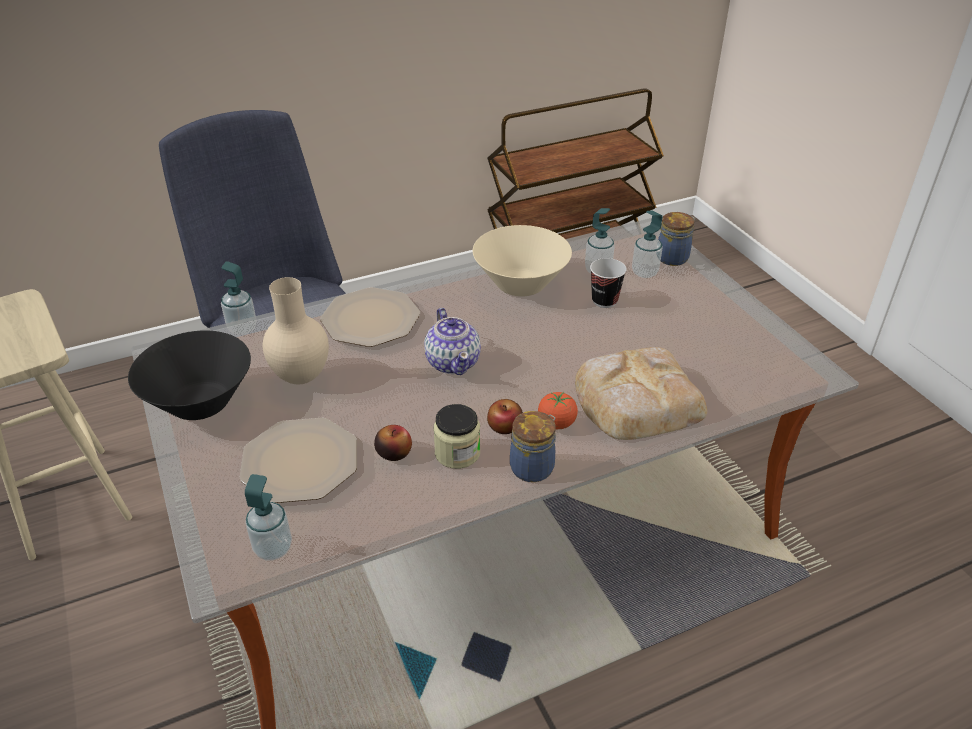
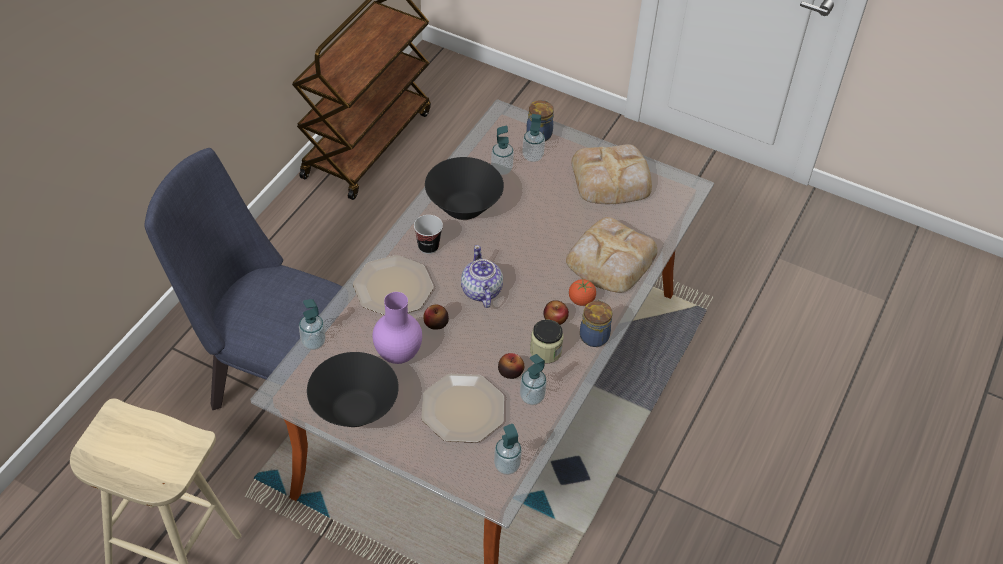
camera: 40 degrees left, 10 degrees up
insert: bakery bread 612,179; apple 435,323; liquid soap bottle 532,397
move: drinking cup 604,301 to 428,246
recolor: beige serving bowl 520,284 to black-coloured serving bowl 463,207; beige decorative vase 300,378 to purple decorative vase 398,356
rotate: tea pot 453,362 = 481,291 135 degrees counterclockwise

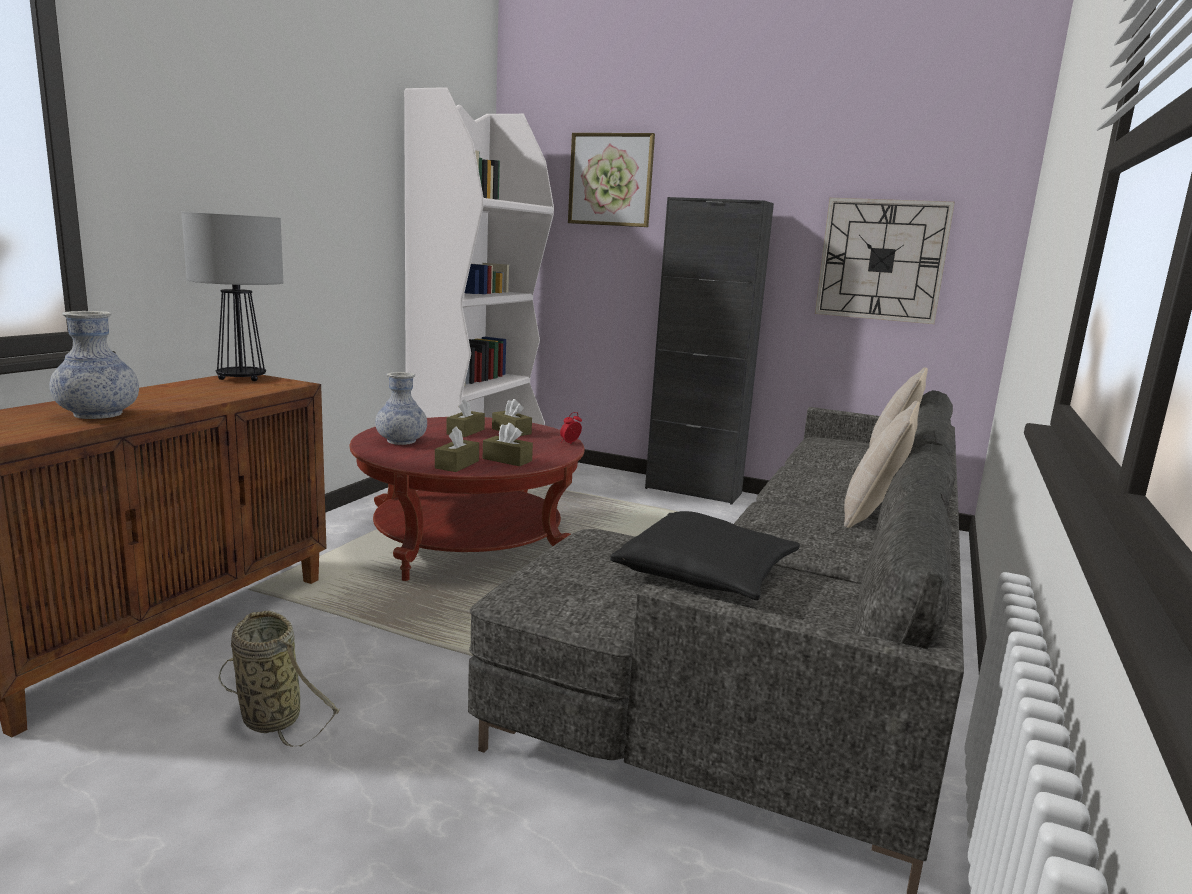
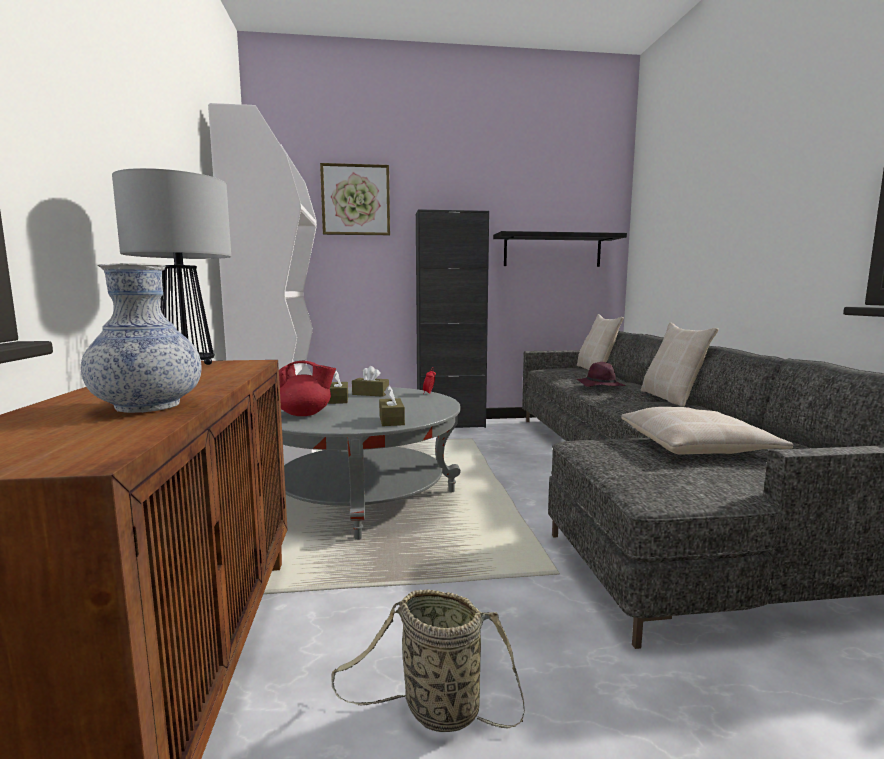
camera: 30 degrees left, 5 degrees down
delete: brownish tissue box 507,460
insert: purple clothing hat 600,386
replace: hanging clock 881,260 to black-coloured wall shelf 552,251; decorative vase 401,441 to reddish tea pot 305,414
recolor: reddish low table 468,544 to greyish low table 361,496; black-coloured cushion 706,573 to beige cushion 697,447

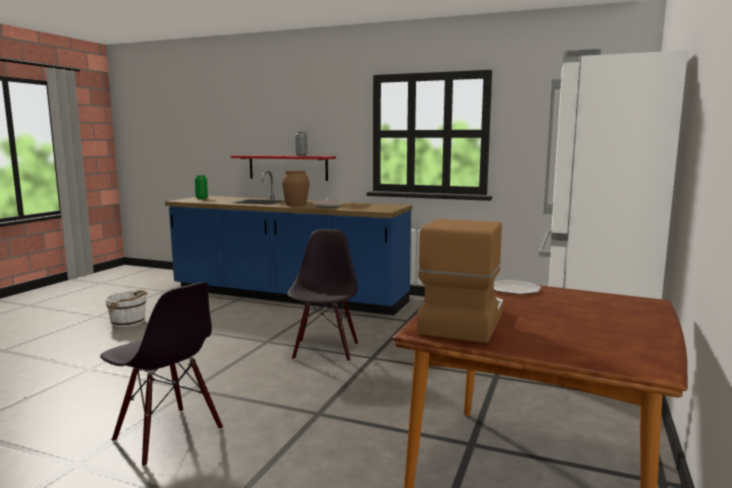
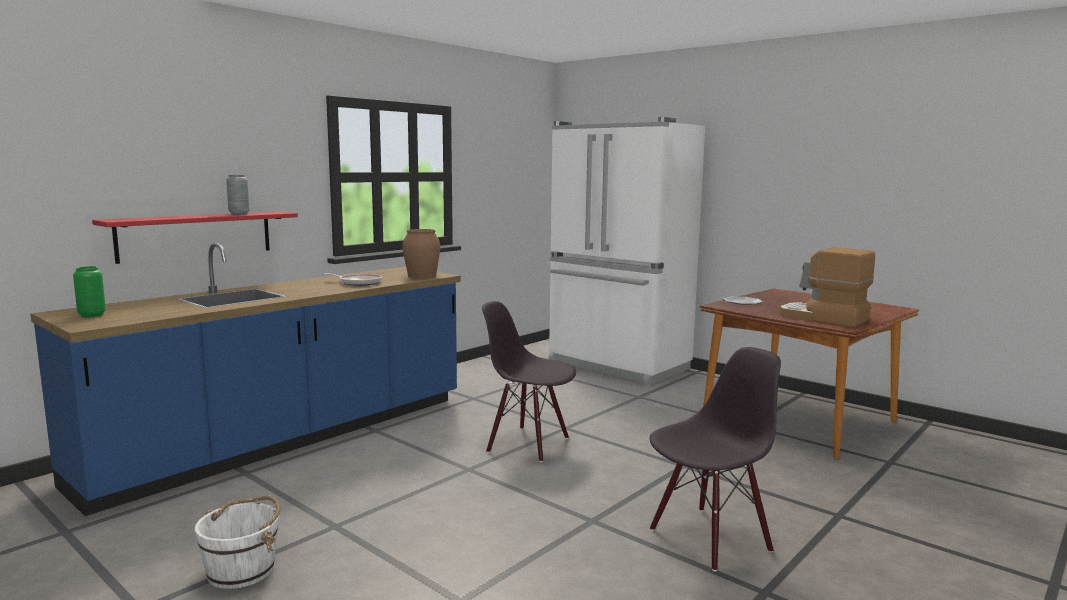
camera: 70 degrees left, 0 degrees up
move: brownish decorative vase 296,205 to 421,276

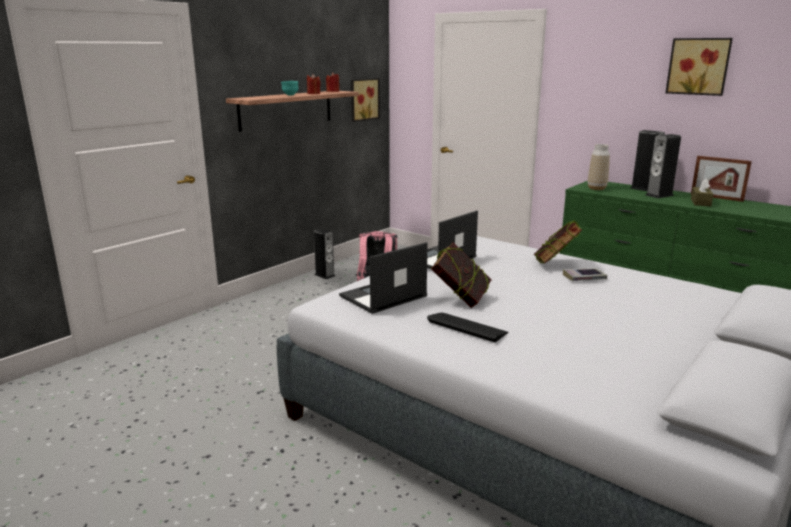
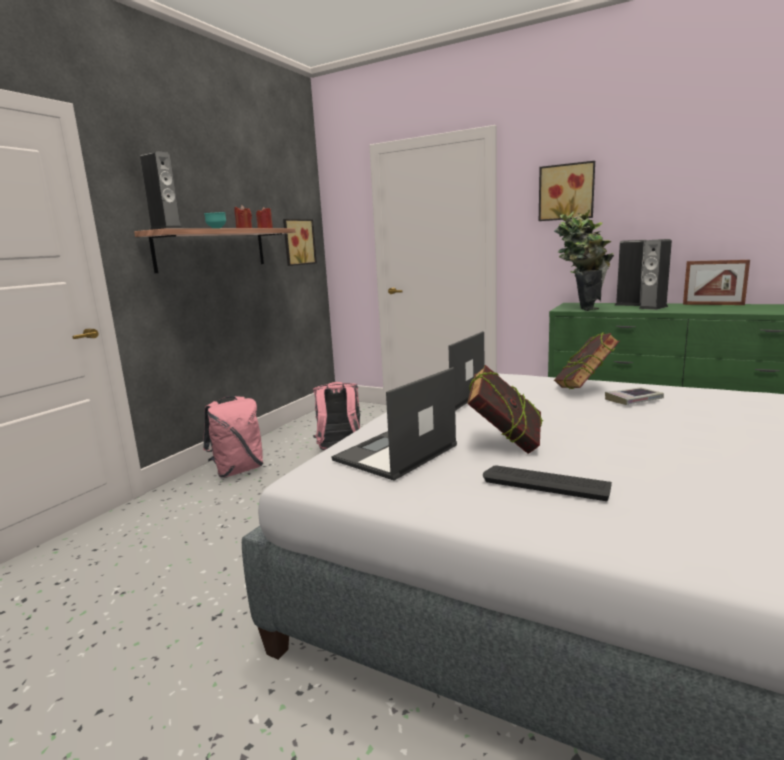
camera: 10 degrees left, 5 degrees down
delete: brownish tissue box 700,202
insert: pink-coloured knapsack 238,470
move: wall art 698,66 to 566,192; loudspeaker 325,275 to 166,229
replace: decorative vase 596,188 to houseplant 581,308

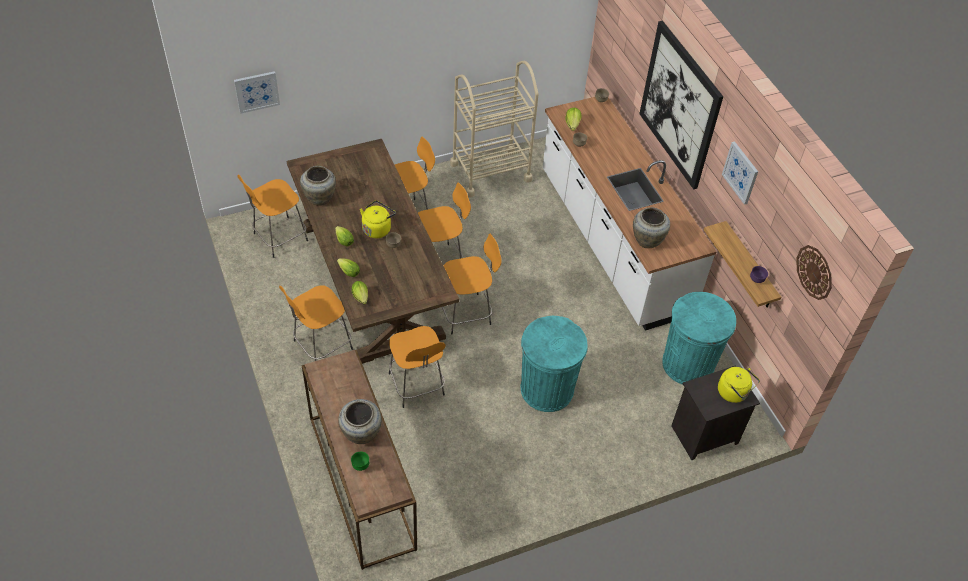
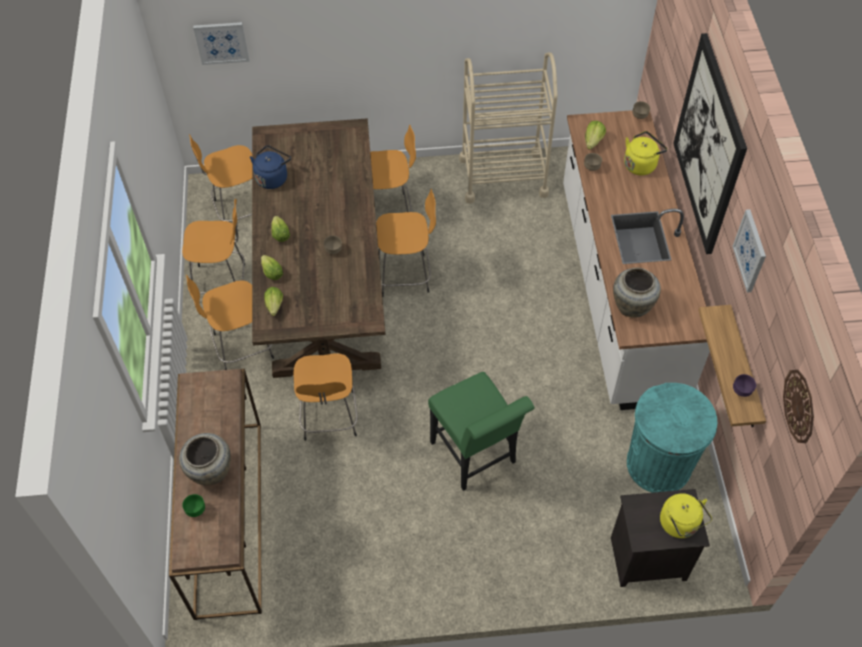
camera: 20 degrees right, 5 degrees up
move: yellowish kettle 377,228 to 641,164; orange stool seat 467,313 to 222,283
replace: beige decorative vase 320,198 to blue-coloured kettle 273,177; turquoise-coloured trash can 547,389 to greenish upright chair 476,457

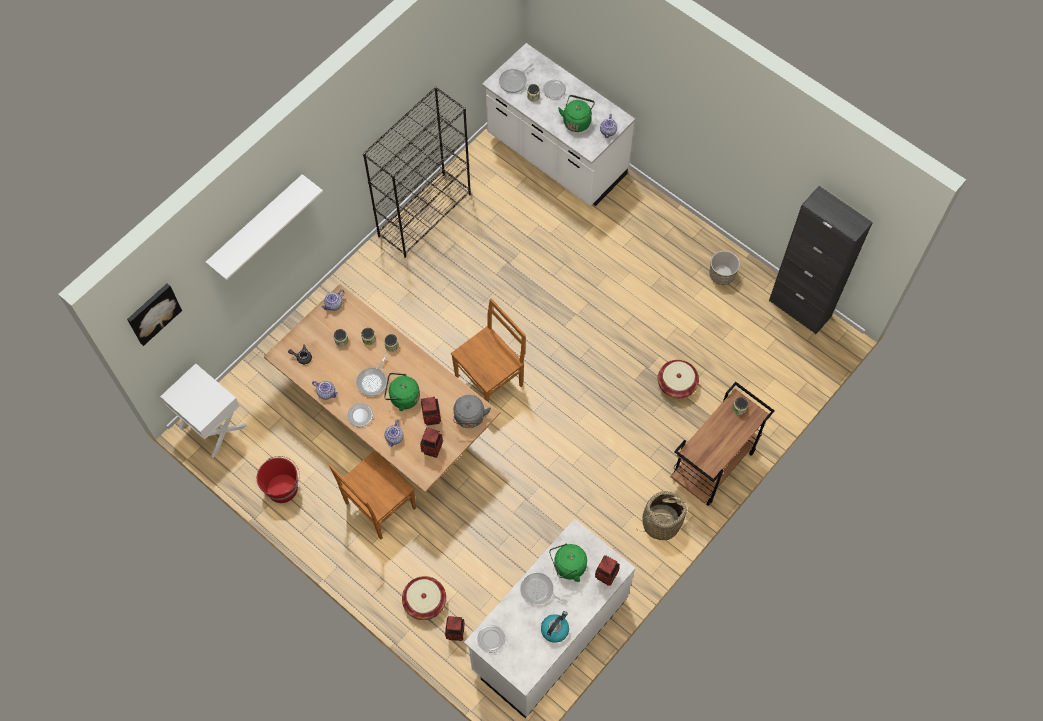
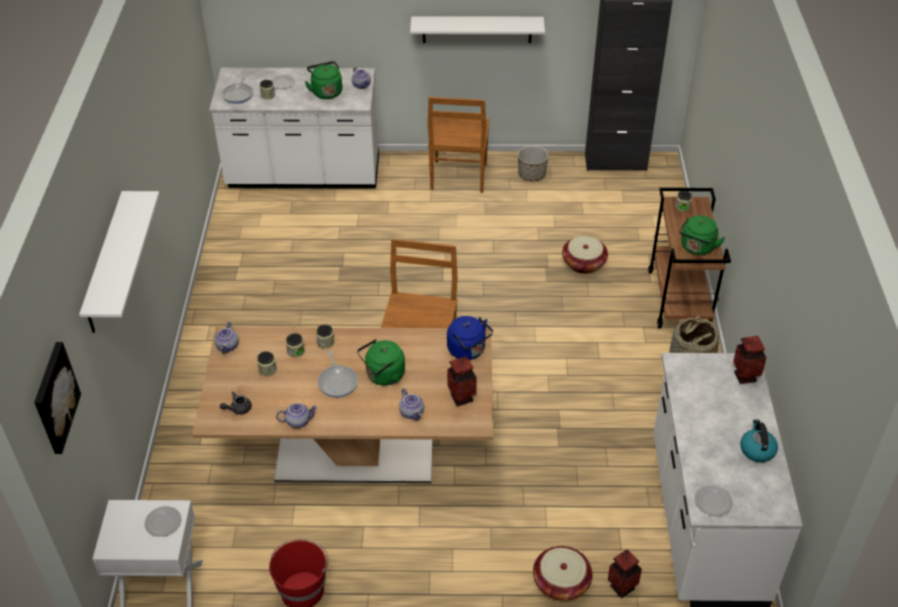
camera: 40 degrees left, 20 degrees down
delete: black-coloured shelving unit 424,214; decorative vase 432,418; skillet 538,591
insert: white-coloured wall shelf 477,29
move: dinner plate 360,415 to 163,523; brownish upright chair 379,507 to 458,178; greenish kettle 568,567 to 697,248
recolor: greyish kettle 469,418 to blue-coloured kettle 468,350

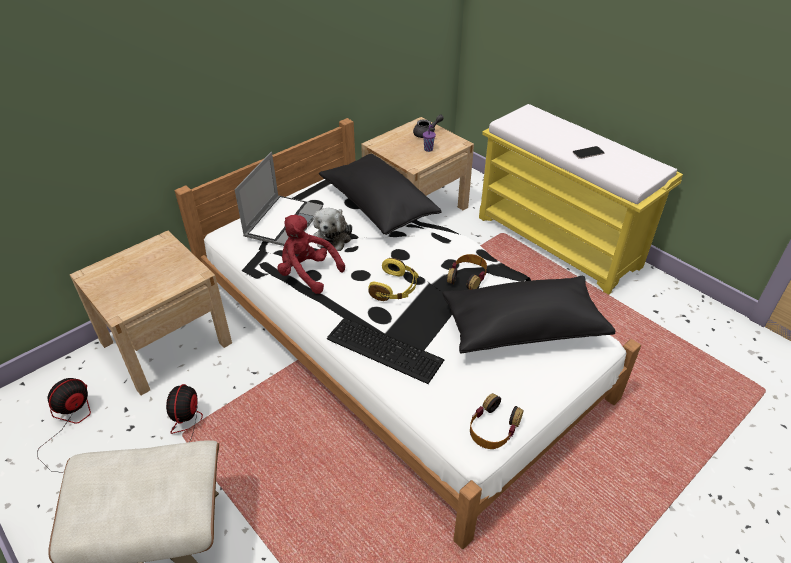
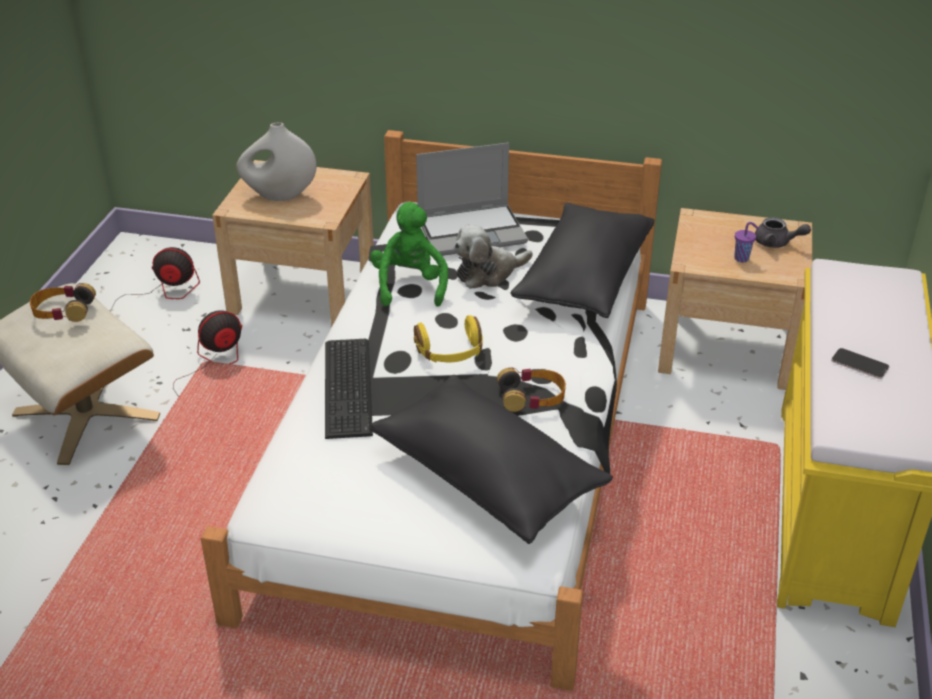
camera: 55 degrees right, 5 degrees down
insert: white-coloured decorative vase 279,195
move: pair of headphones 493,427 to 63,310
recolor: reddish soft toy 307,273 to greenish soft toy 410,286

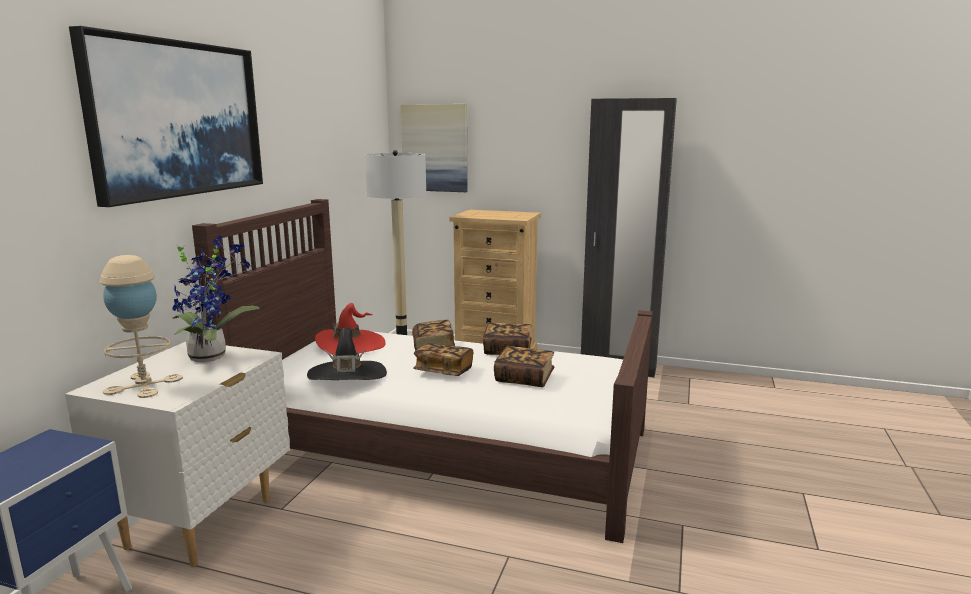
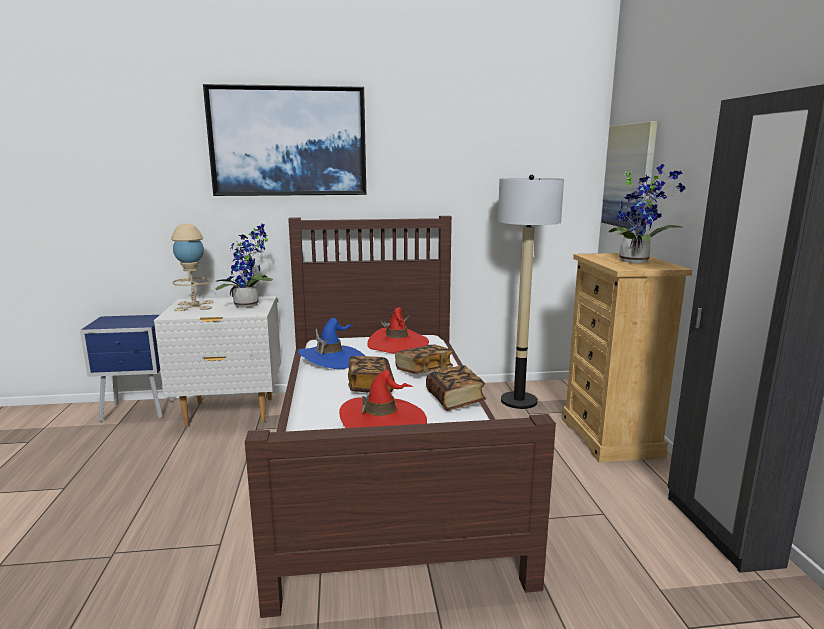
camera: 65 degrees right, 0 degrees up
insert: houseplant 637,261
replace: book 524,378 to reddish clothing hat 383,422
recolor: black-coloured clothing hat 347,376 to blue-coloured clothing hat 332,359

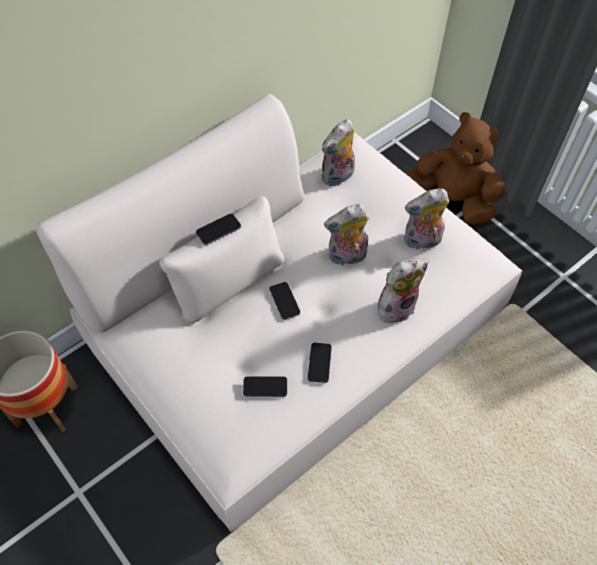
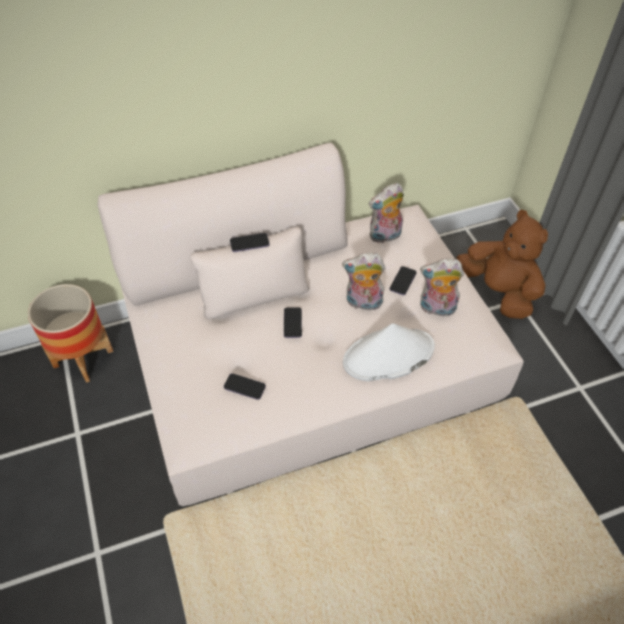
camera: 20 degrees right, 5 degrees down
move: handset 319,363 to 402,281
replace: soft toy 395,306 to white-coloured clothing hat 388,355

